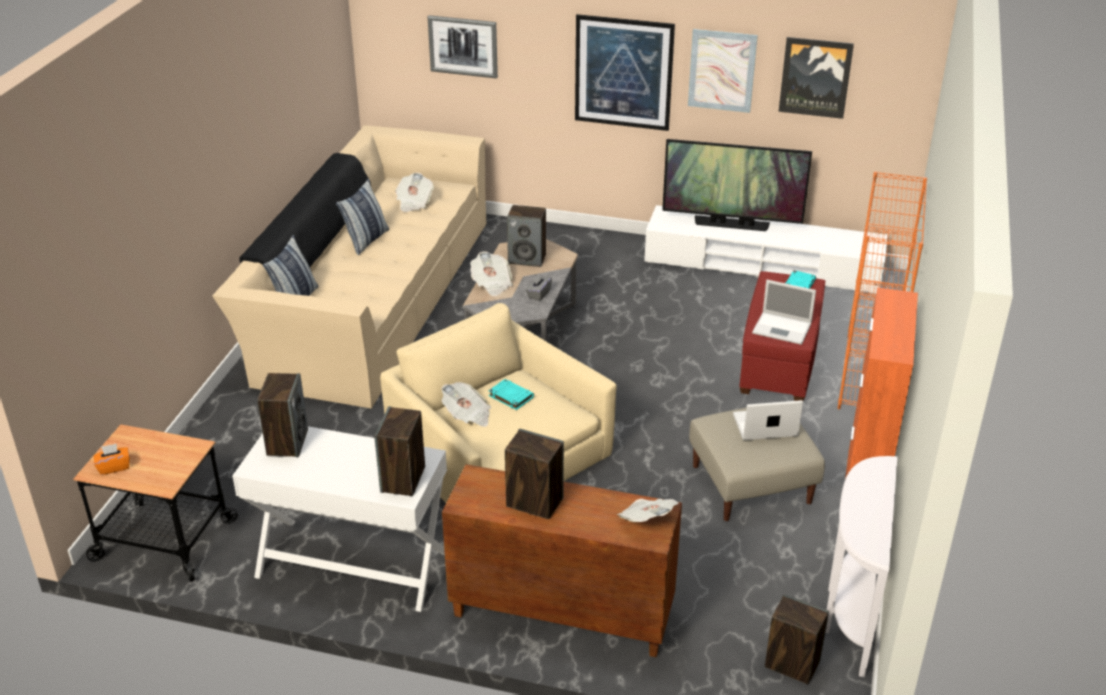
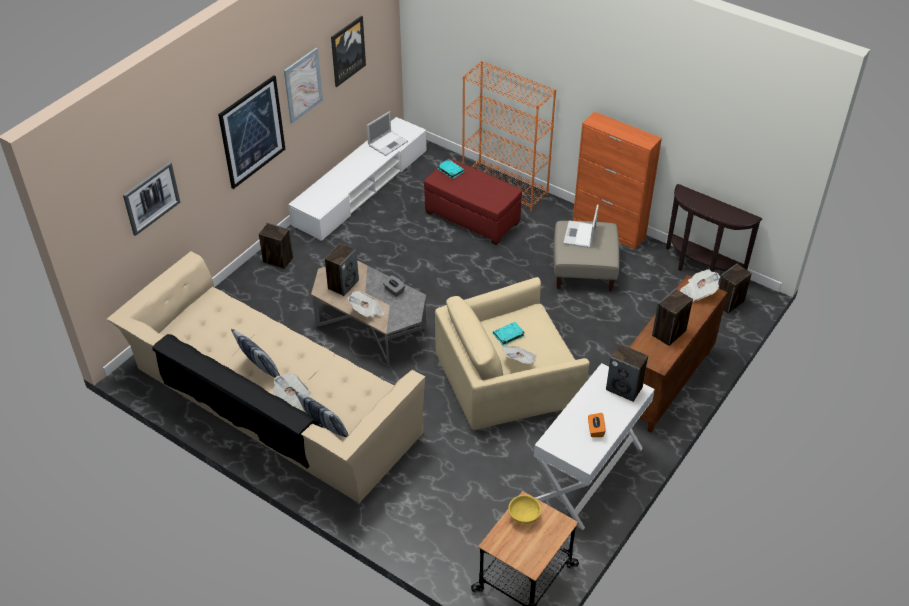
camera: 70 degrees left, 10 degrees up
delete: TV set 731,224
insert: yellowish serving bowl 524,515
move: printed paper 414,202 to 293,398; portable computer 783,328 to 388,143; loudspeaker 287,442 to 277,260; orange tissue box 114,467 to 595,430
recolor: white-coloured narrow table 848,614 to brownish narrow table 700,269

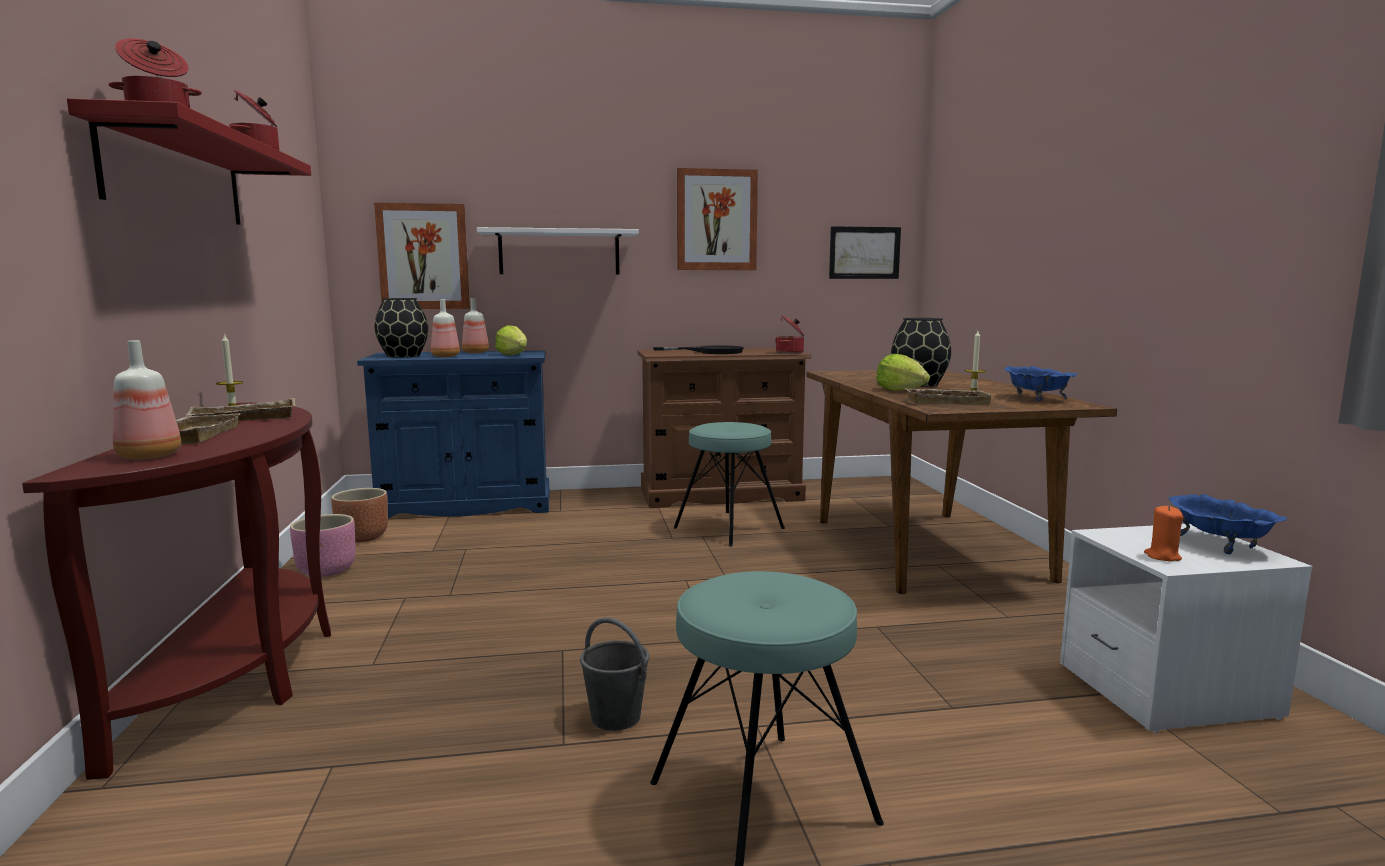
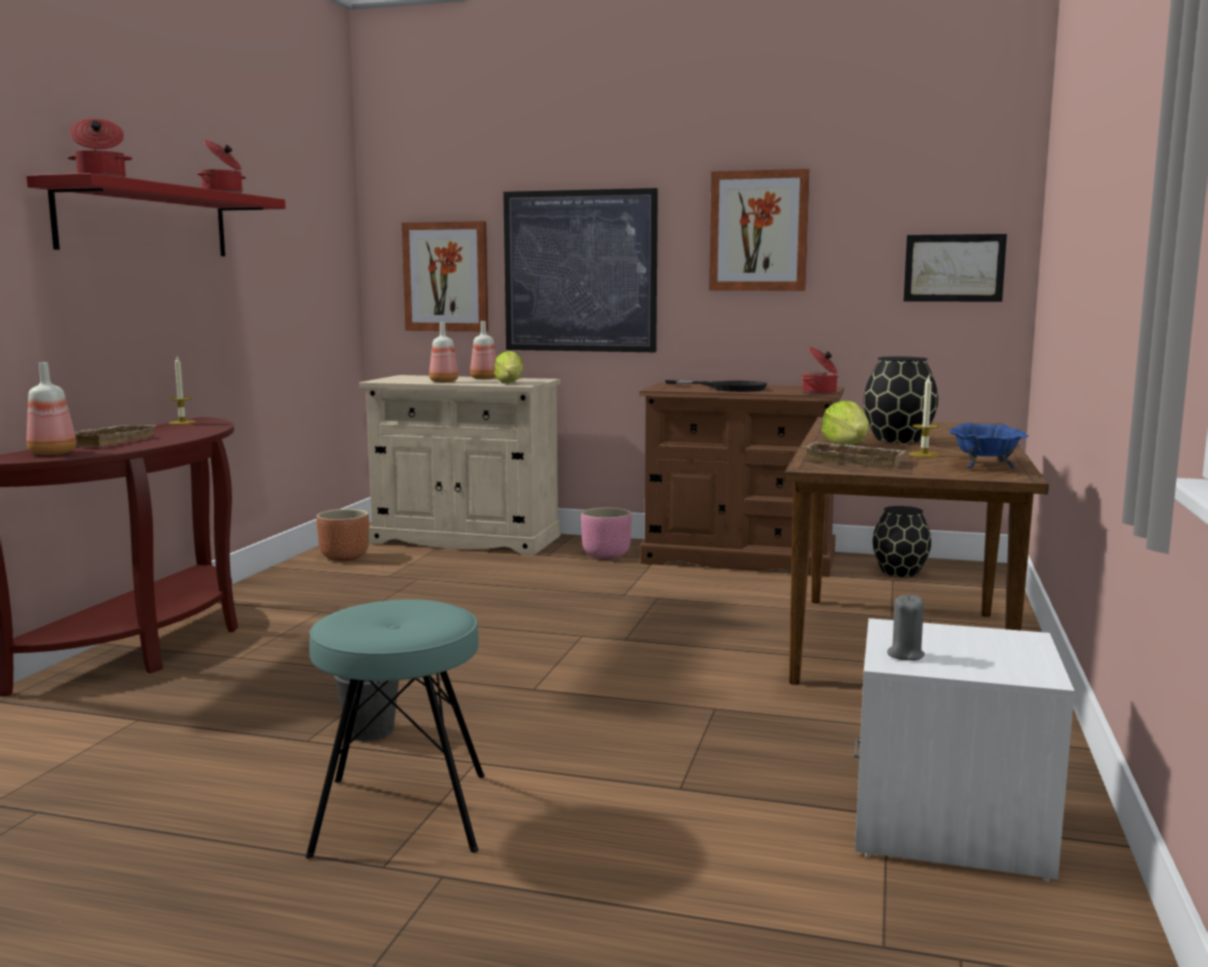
camera: 25 degrees right, 0 degrees up
delete: beige serving tray 242,419; turquoise-coloured stool seat 728,528; blue-coloured serving bowl 1221,544
move: black-coloured decorative vase 404,356 to 900,572; pink-coloured plant pot 327,571 to 606,555
replace: white-coloured wall shelf 559,252 to wall art 580,271
recolor: blue-coloured cupboard 466,505 to beige cupboard 465,539; orange wax candle 1162,556 to greyish wax candle 905,655

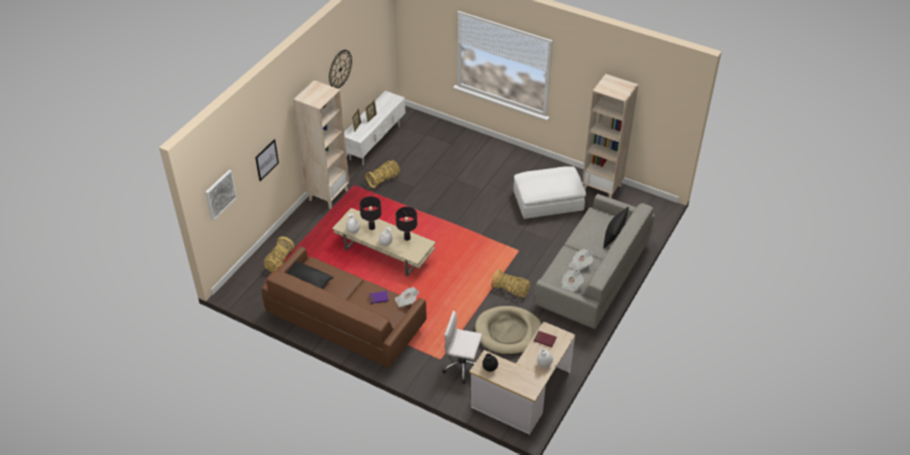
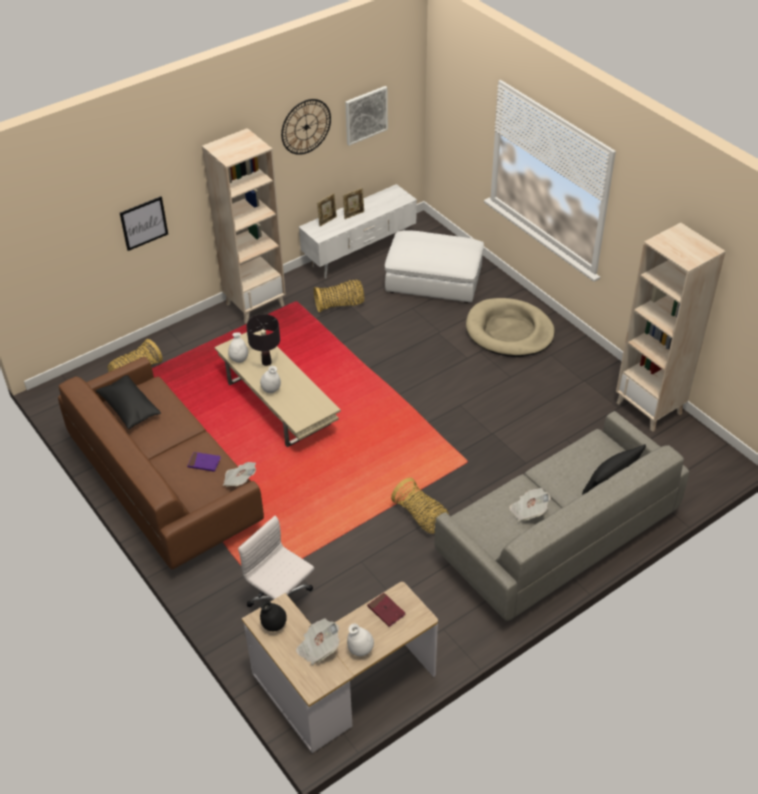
camera: 25 degrees right, 0 degrees up
delete: black-coloured table lamp 407,238
move: white-coloured pouffe 547,202 to 433,281; wall art 220,194 to 366,115; printed paper 570,286 to 318,648; beige dog bed 508,332 to 509,331

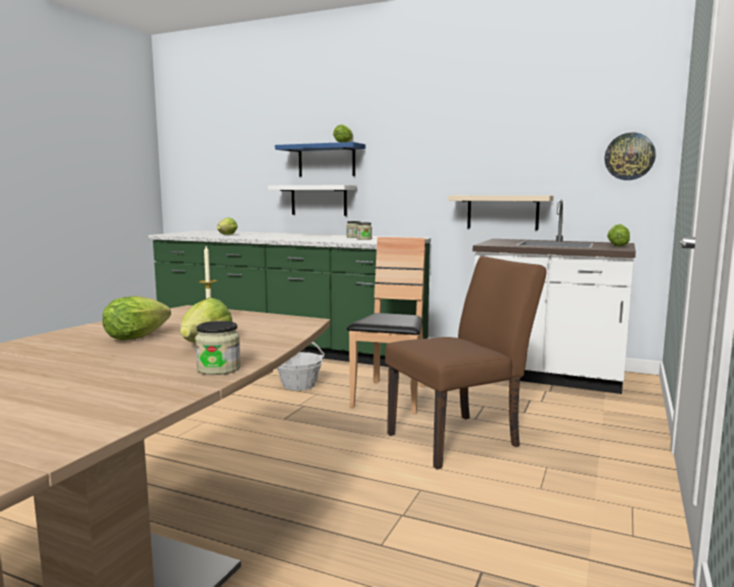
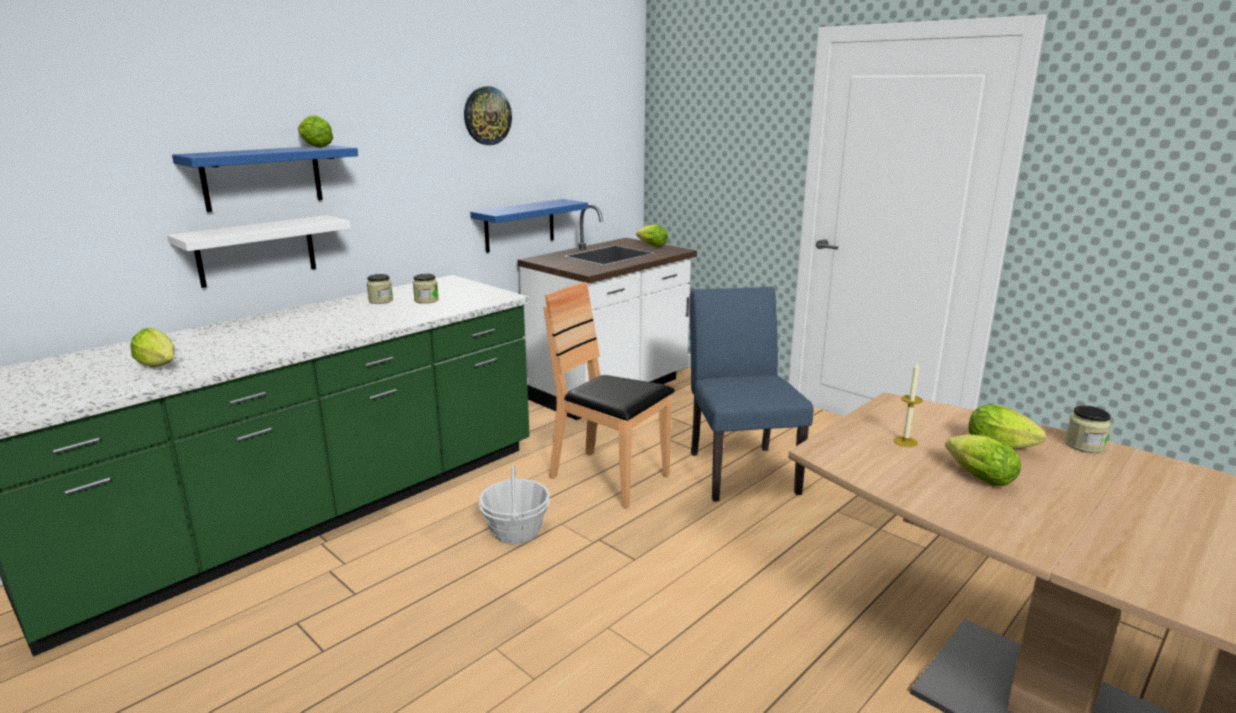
camera: 70 degrees left, 10 degrees up
move: hanging clock 629,156 to 487,116
recolor: beige wall shelf 502,212 to blue-coloured wall shelf 519,225; brownish upright chair 461,438 to blue-coloured upright chair 739,468

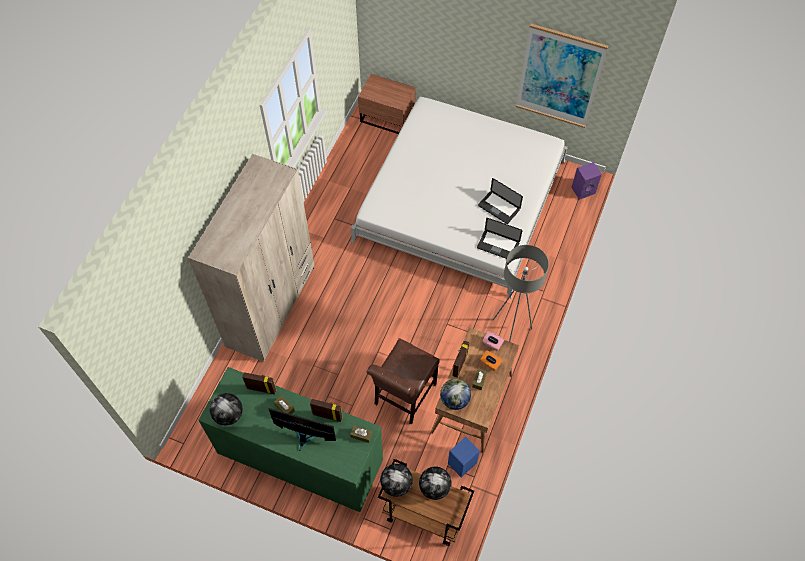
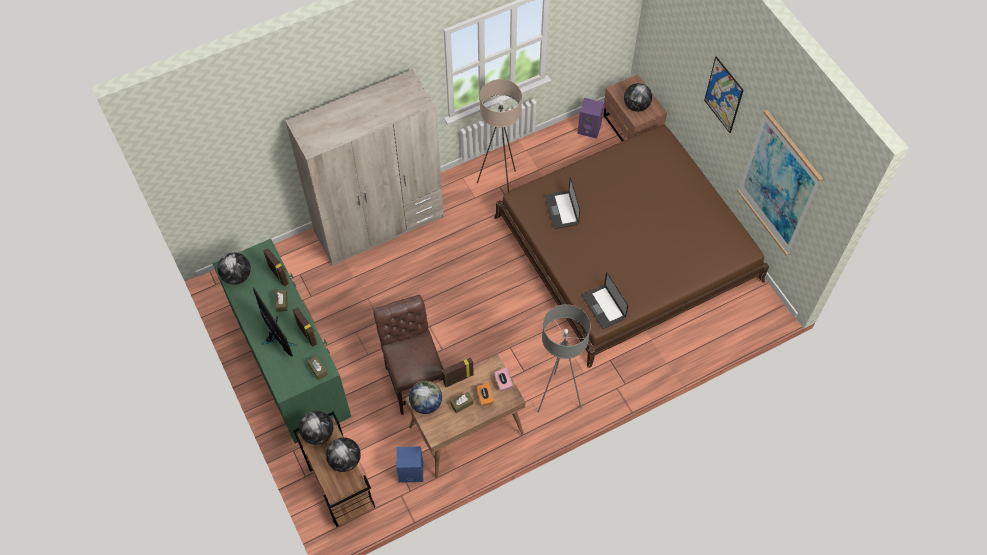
camera: 40 degrees right, 0 degrees up
insert: wall art 723,95; beige standard lamp 500,185; desk globe 636,106
move: purple loudspeaker 583,190 to 590,129; portable computer 498,208 to 561,210
recolor: white-coloured sleeping bed 460,200 to brownish sleeping bed 626,248
rotate: brownish upright chair 403,396 = 414,379 90 degrees clockwise

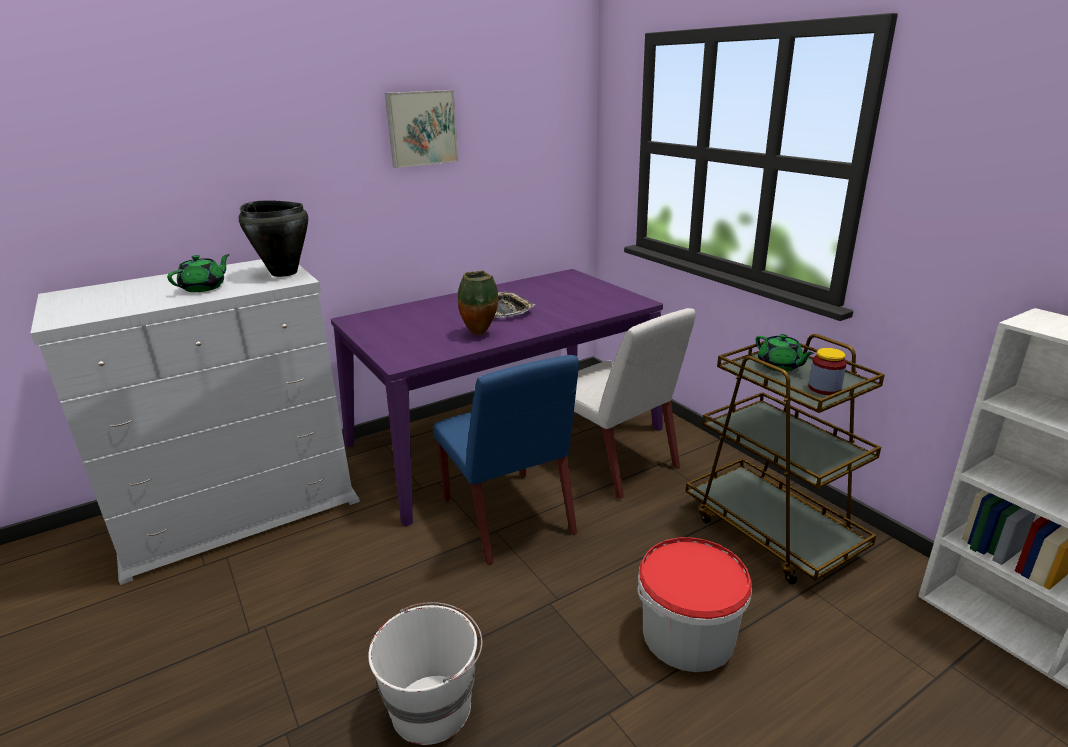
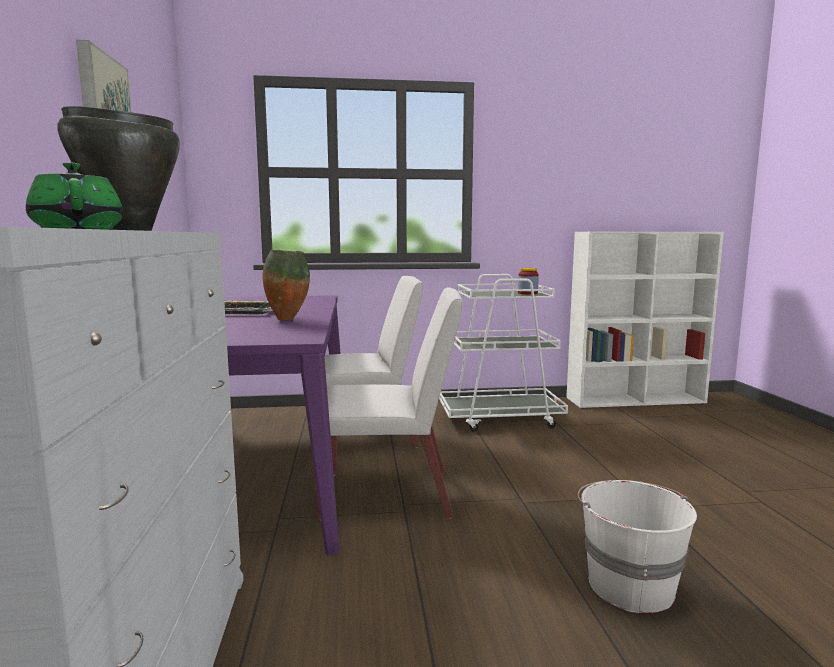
camera: 65 degrees left, 15 degrees down
delete: greenish tea pot 780,366; water bucket 688,634
recolor: brownish wheeled cart 772,531 to white-coloured wheeled cart 500,418; blue-coloured upright chair 508,517 to white-coloured upright chair 389,494

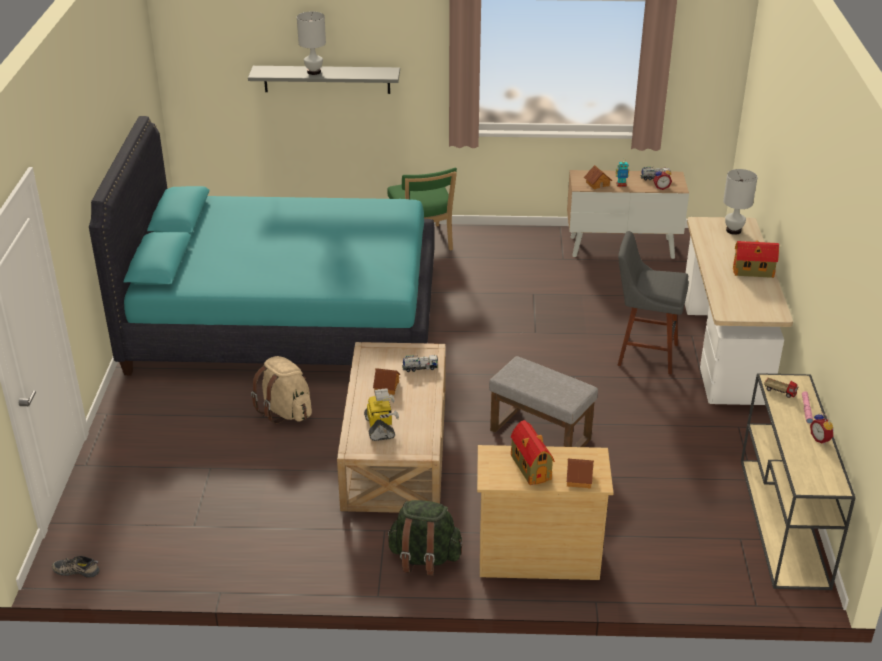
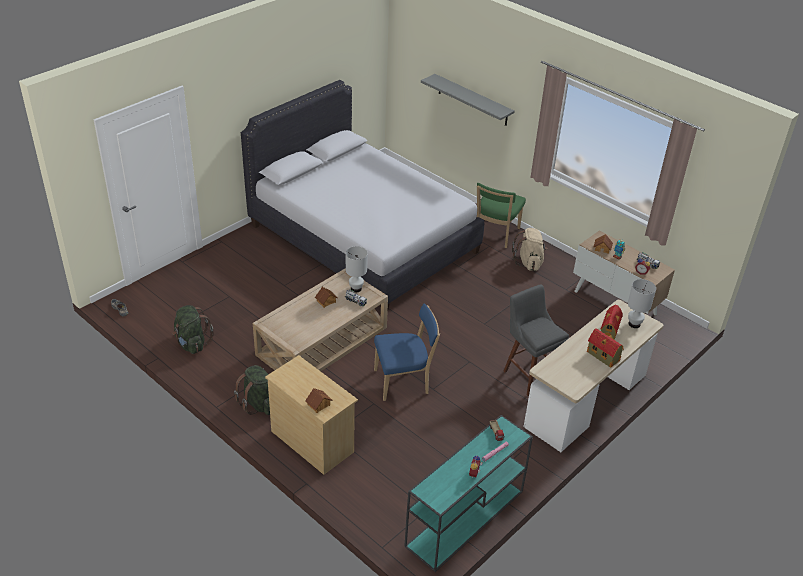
camera: 40 degrees right, 5 degrees up
delete: model robot 380,428
insert: greenish knapsack 192,343
move: white-coloured table lamp 313,72 to 356,288; beige knapsack 285,411 to 529,262; toy house 530,467 to 609,332
replace: greyish pouffe 541,434 to blue-coloured upright chair 404,382
recolor: turquoise-coloured sleeping bed 285,319 to white-coloured sleeping bed 363,239; beige narrow table 784,523 to turquoise-coloured narrow table 464,519

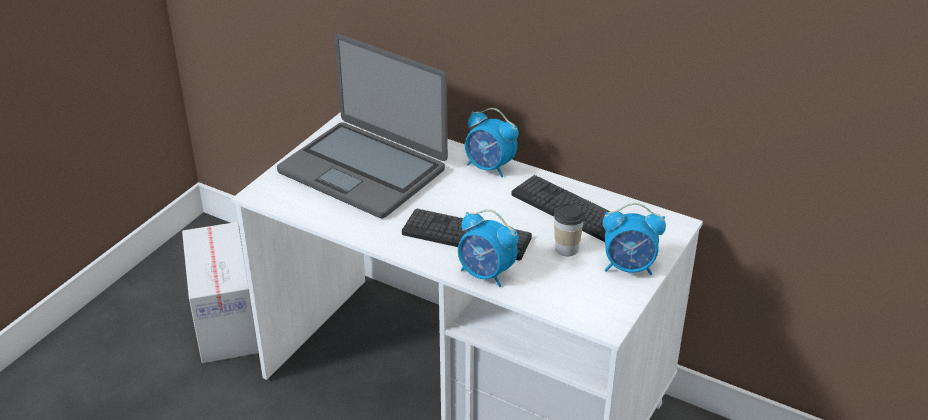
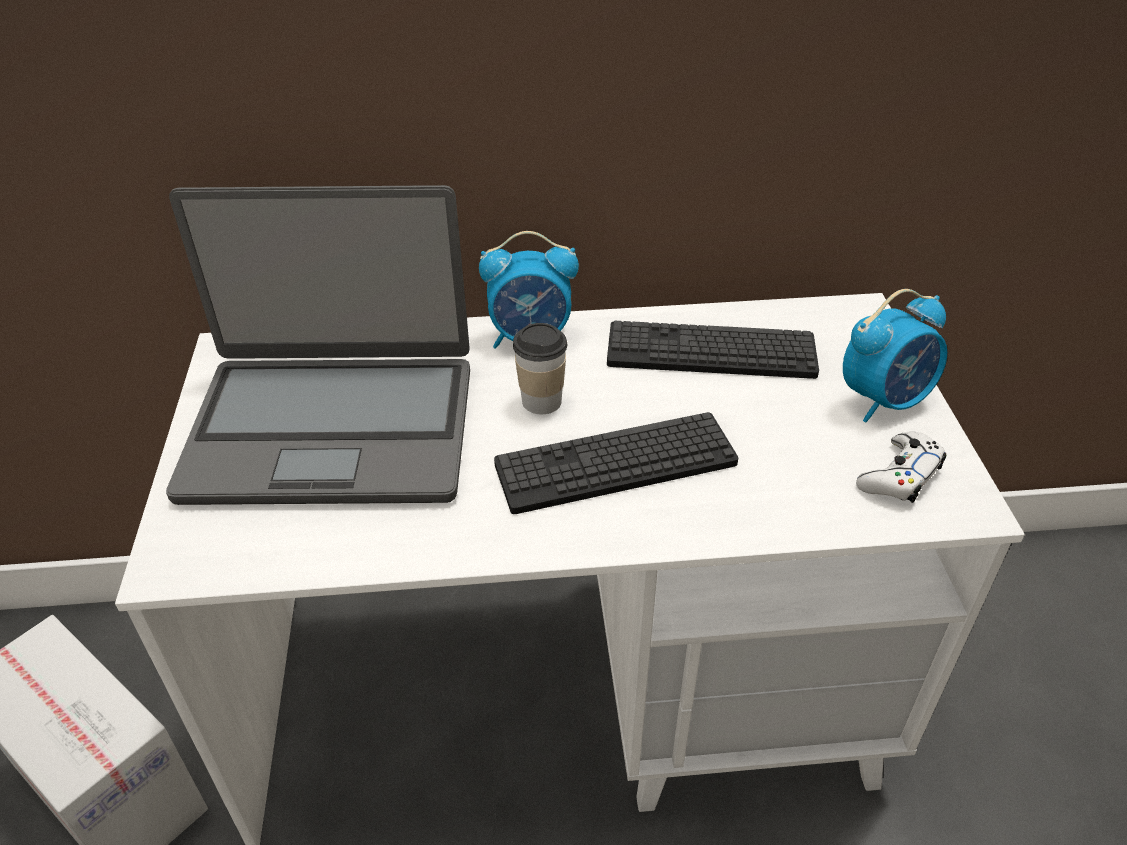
camera: 35 degrees left, 5 degrees up
delete: bedside clock 486,274
insert: white-coloured game controller 900,476
move: drinking cup 566,249 to 541,401

